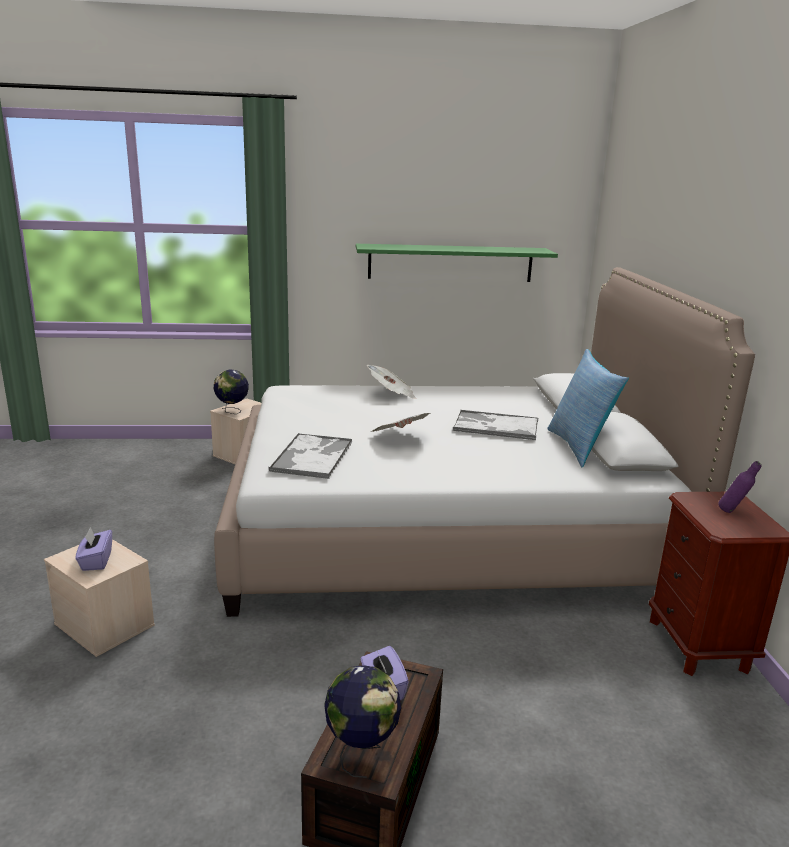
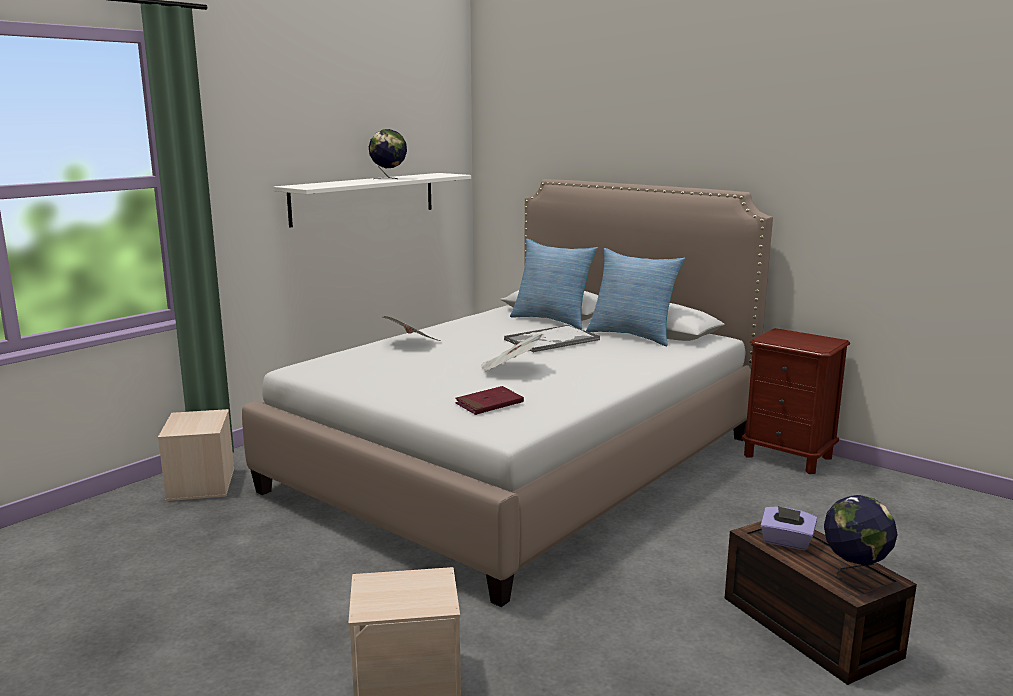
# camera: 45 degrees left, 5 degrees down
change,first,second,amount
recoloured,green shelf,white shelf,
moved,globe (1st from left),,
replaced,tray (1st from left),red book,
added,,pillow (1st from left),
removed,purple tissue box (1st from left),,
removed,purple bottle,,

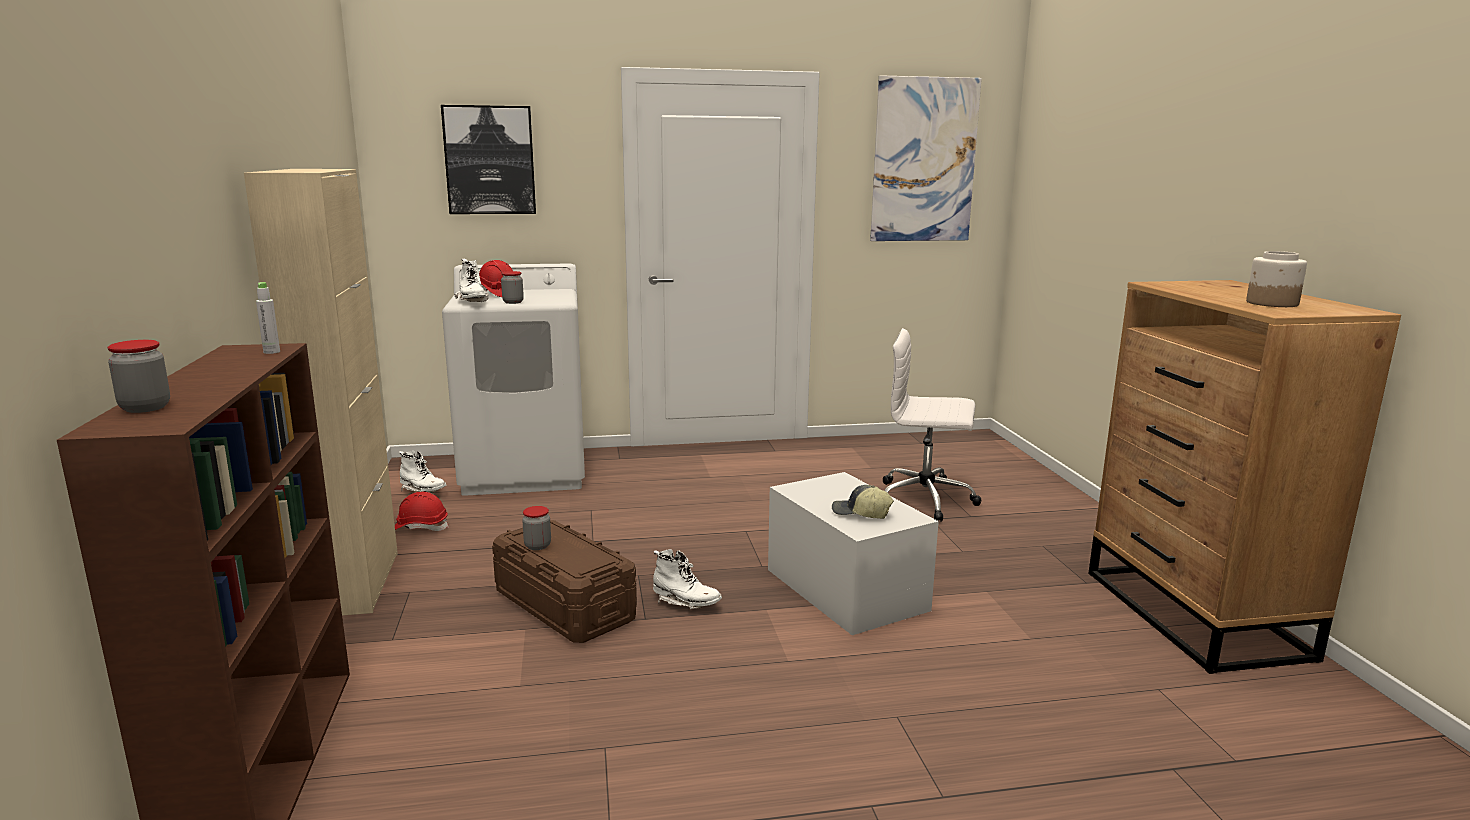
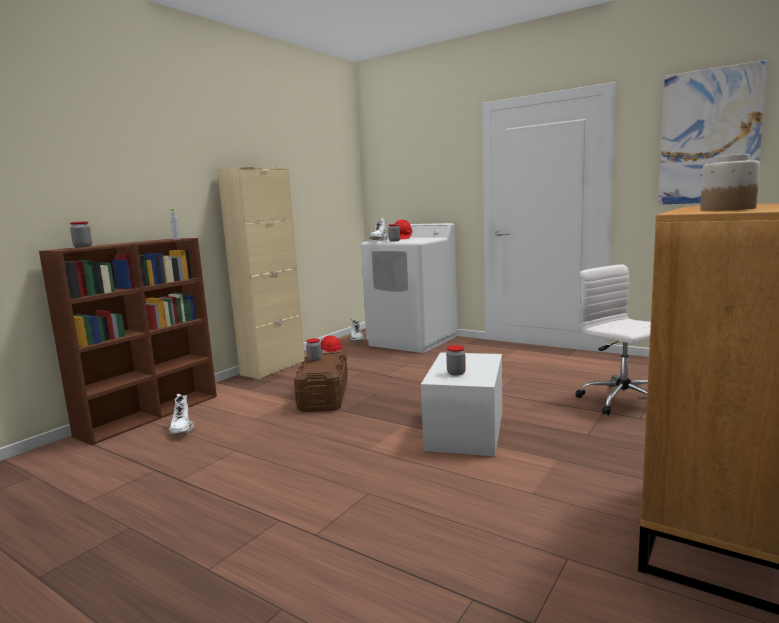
# camera: 45 degrees right, 5 degrees down
change,first,second,amount
moved,white boot (3rd from left in the first image),white boot (1st from left),
replaced,cap,jar (4th from left),
removed,picture (1st from left),,

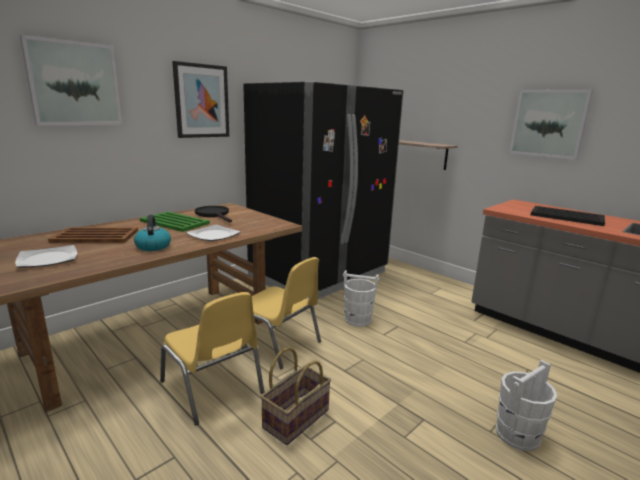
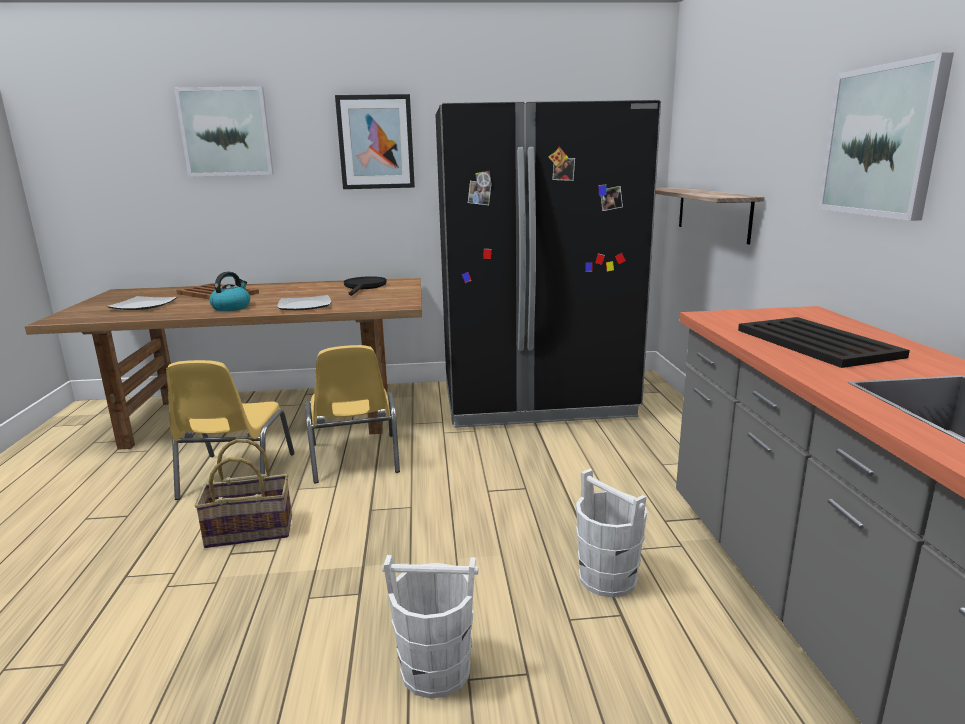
# camera: 40 degrees right, 0 degrees up
change,first,second,amount
moved,white bucket (1st from left in the first image),white bucket (2nd from left),
removed,green tray,,

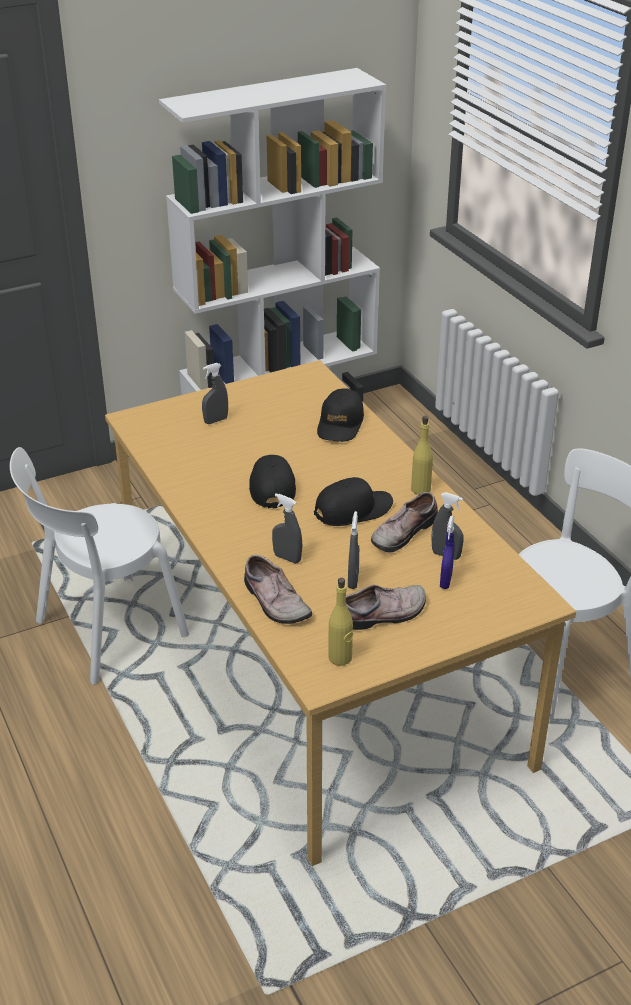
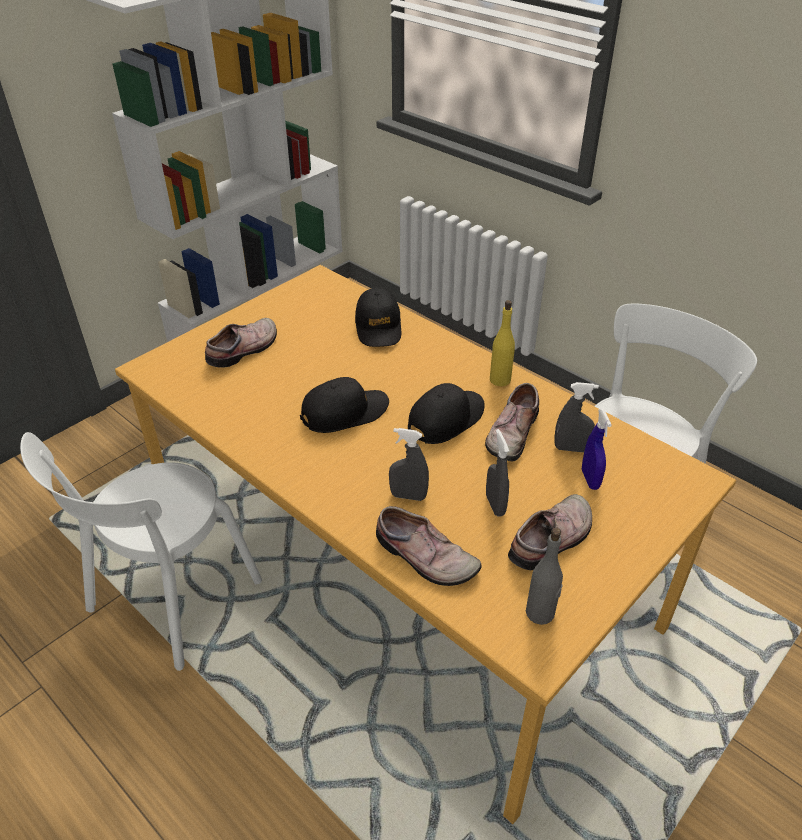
# camera: 20 degrees left, 5 degrees up
change,first,second,amount
replaced,grey spray bottle (1st from left),shoe (1st from left),
turned,black cap (1st from left),,90 degrees clockwise
recoloured,yellow bottle (1st from left),grey bottle,

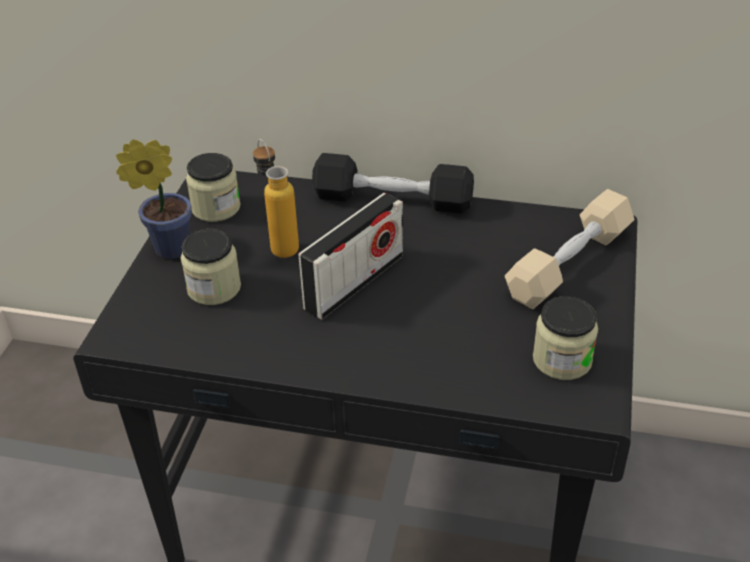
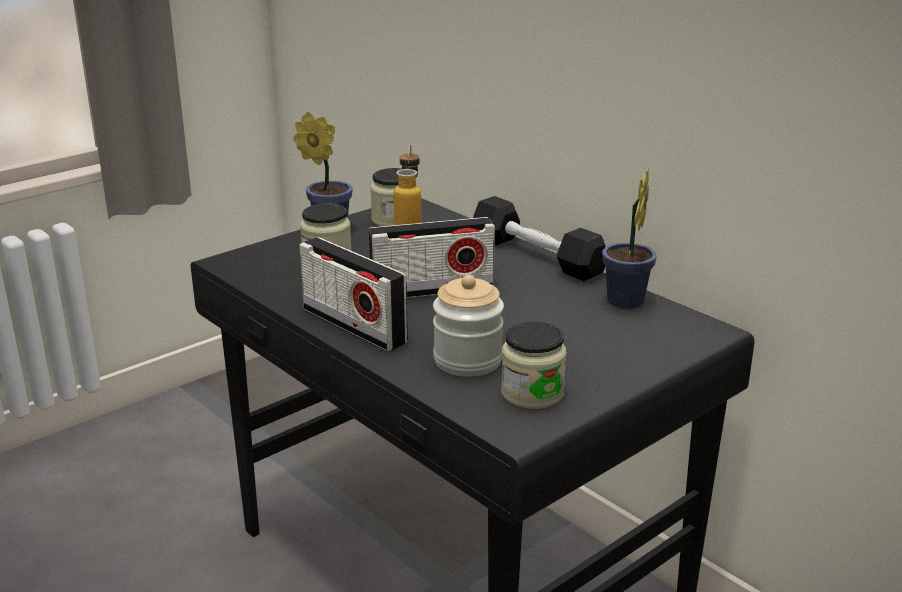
# camera: 35 degrees right, 15 degrees down
change,first,second,amount
added,,radio (1st from left),
added,,jar (3rd from left),
added,,potted plant (2nd from left),
removed,beige dumbbell,,

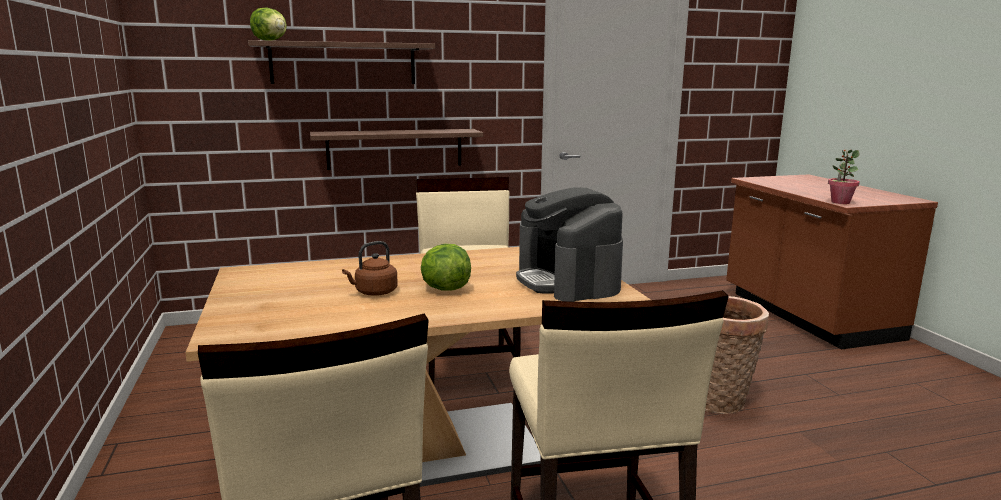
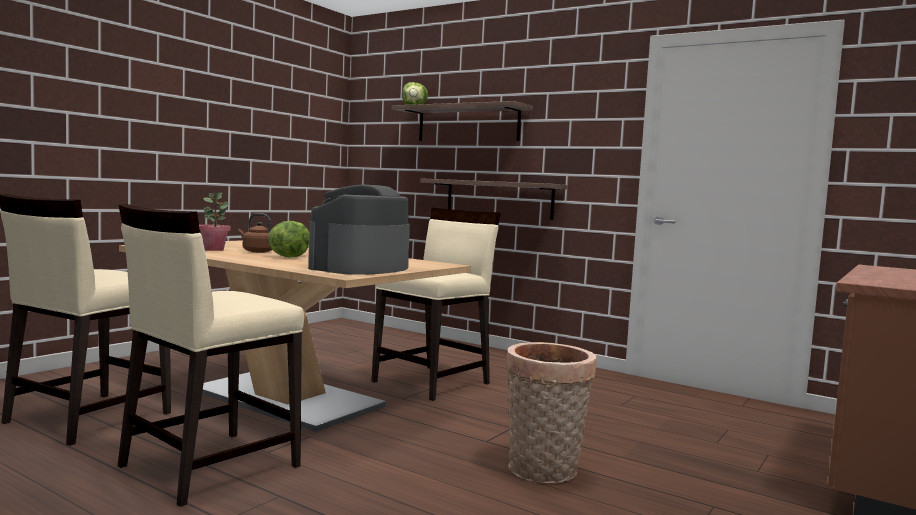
# camera: 50 degrees right, 10 degrees down
change,first,second,amount
moved,potted plant,,

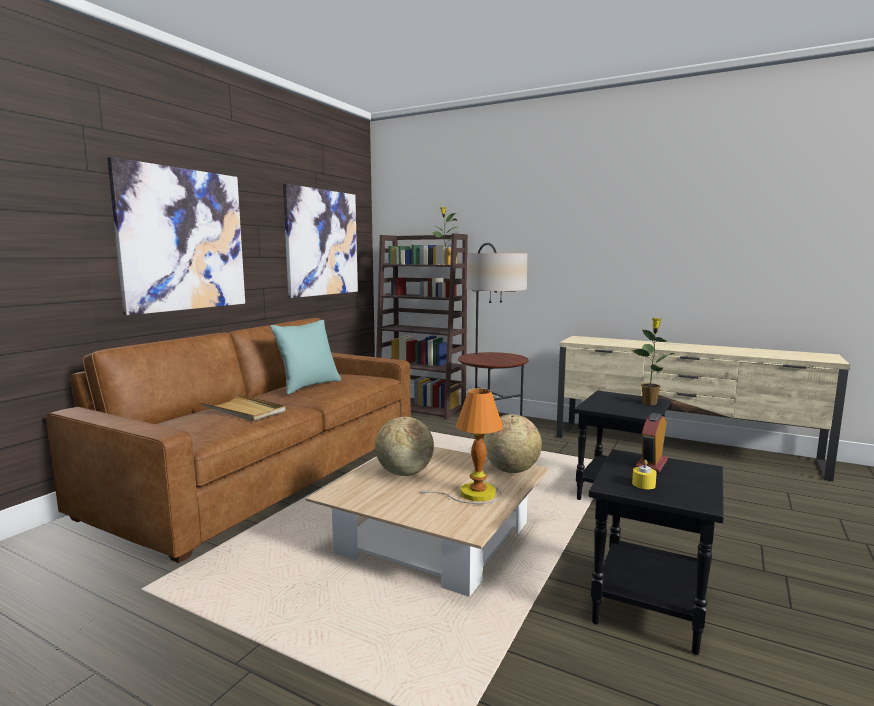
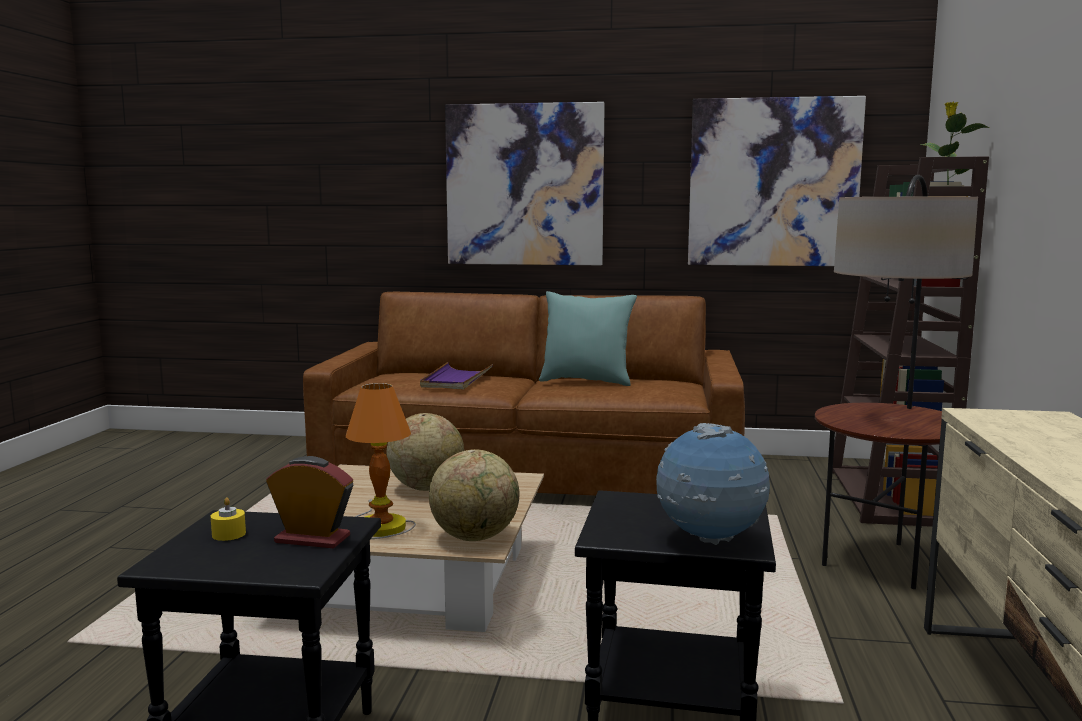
# camera: 70 degrees right, 0 degrees up
change,first,second,amount
recoloured,beige tray,purple tray,
replaced,potted plant (2nd from left),globe (3rd from left),

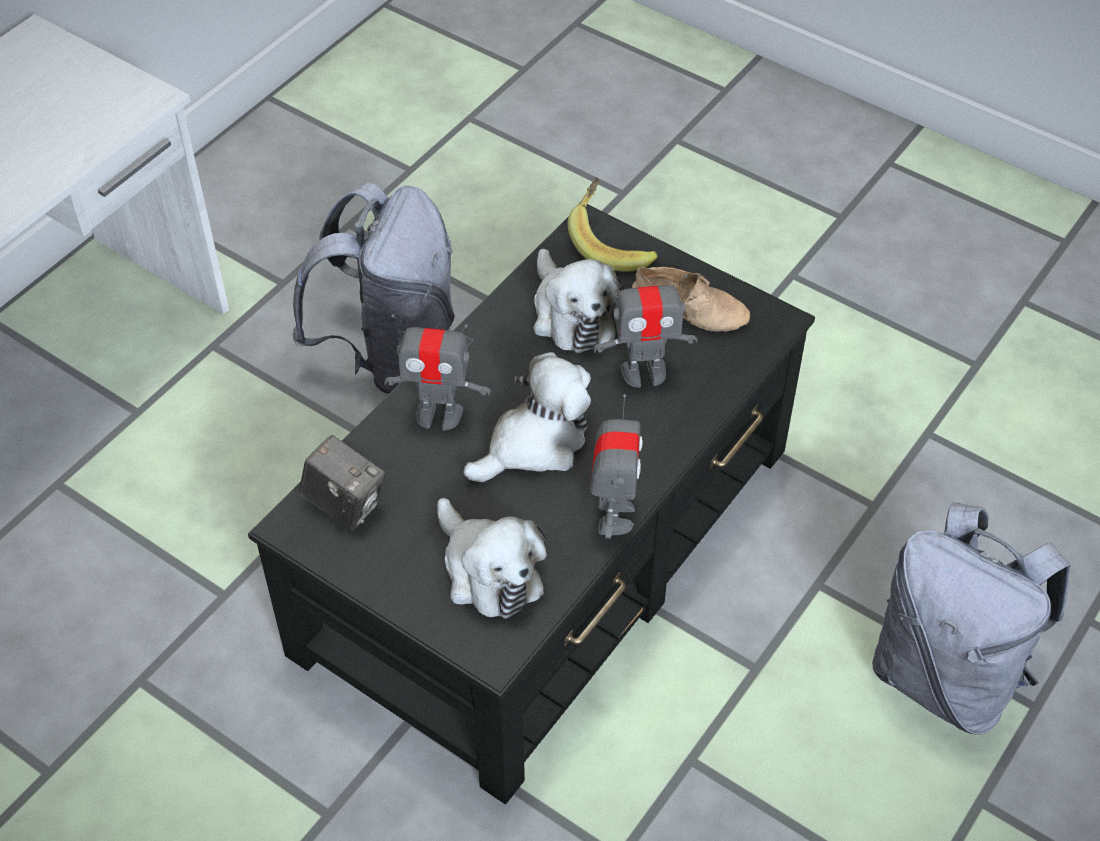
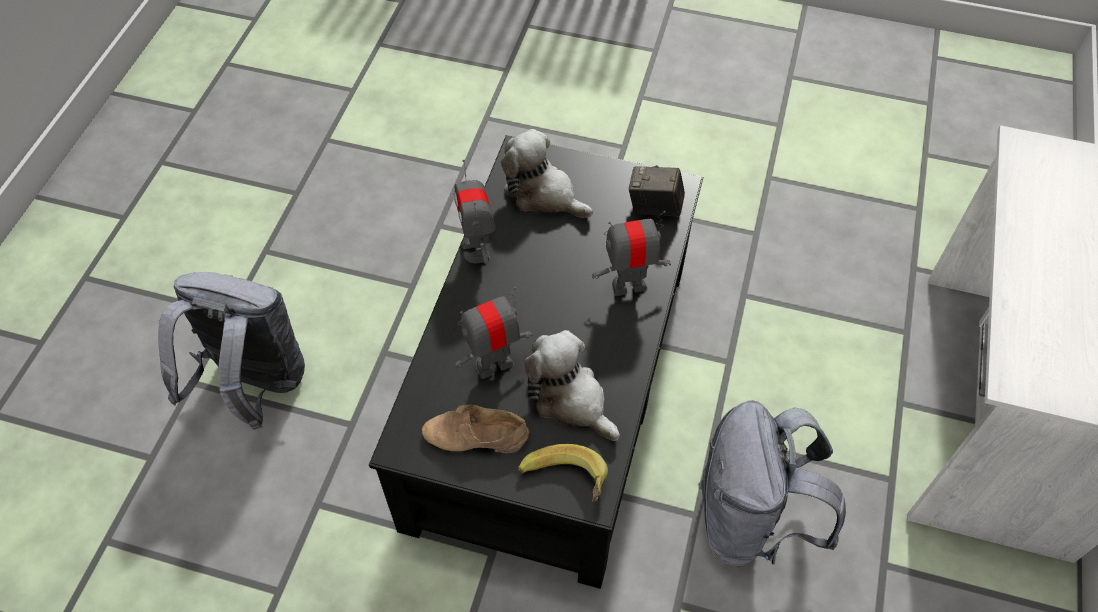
# camera: 160 degrees right, 5 degrees up
change,first,second,amount
removed,plush toy (2nd from left),,

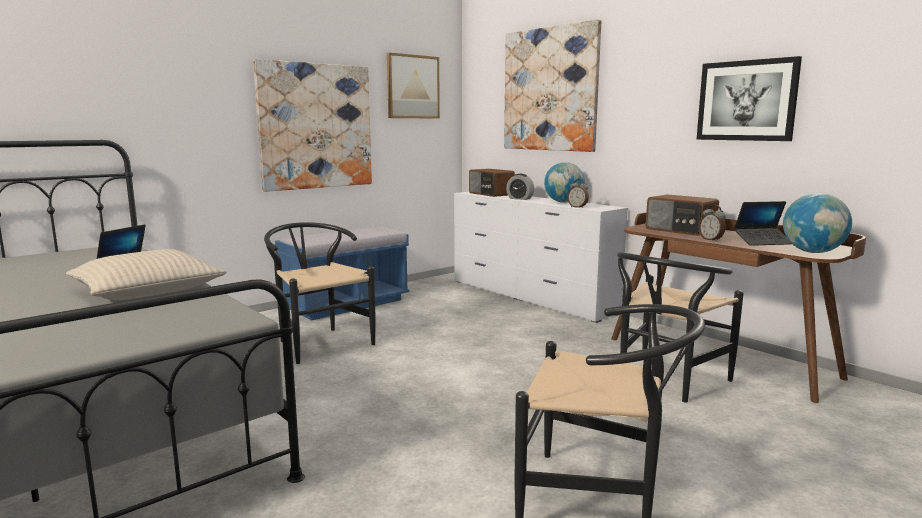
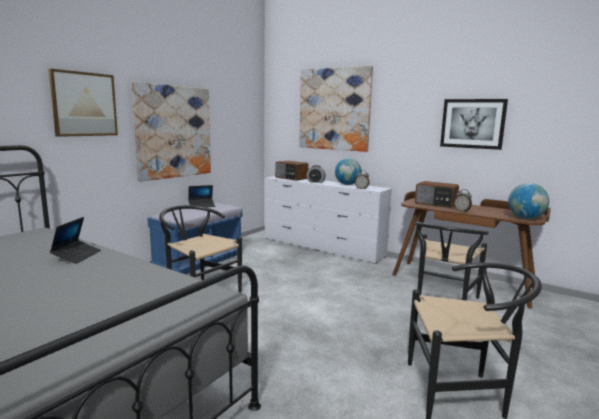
# camera: 15 degrees left, 0 degrees up
change,first,second,amount
moved,picture (2nd from left in the first image),picture (1st from left),
moved,laptop (2nd from left),,
removed,beige pillow,,

